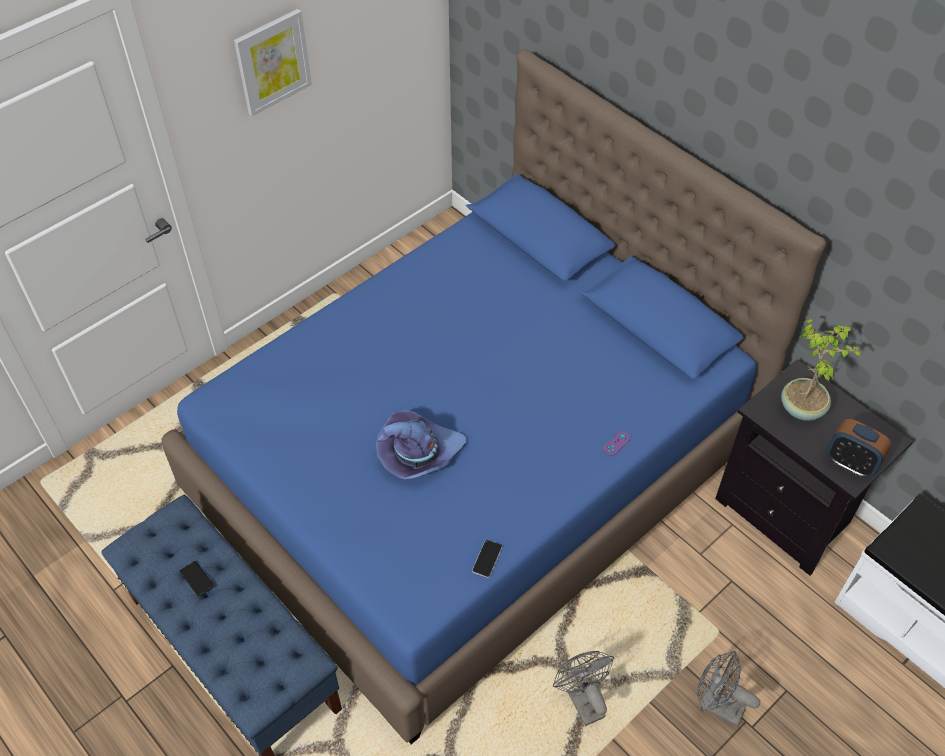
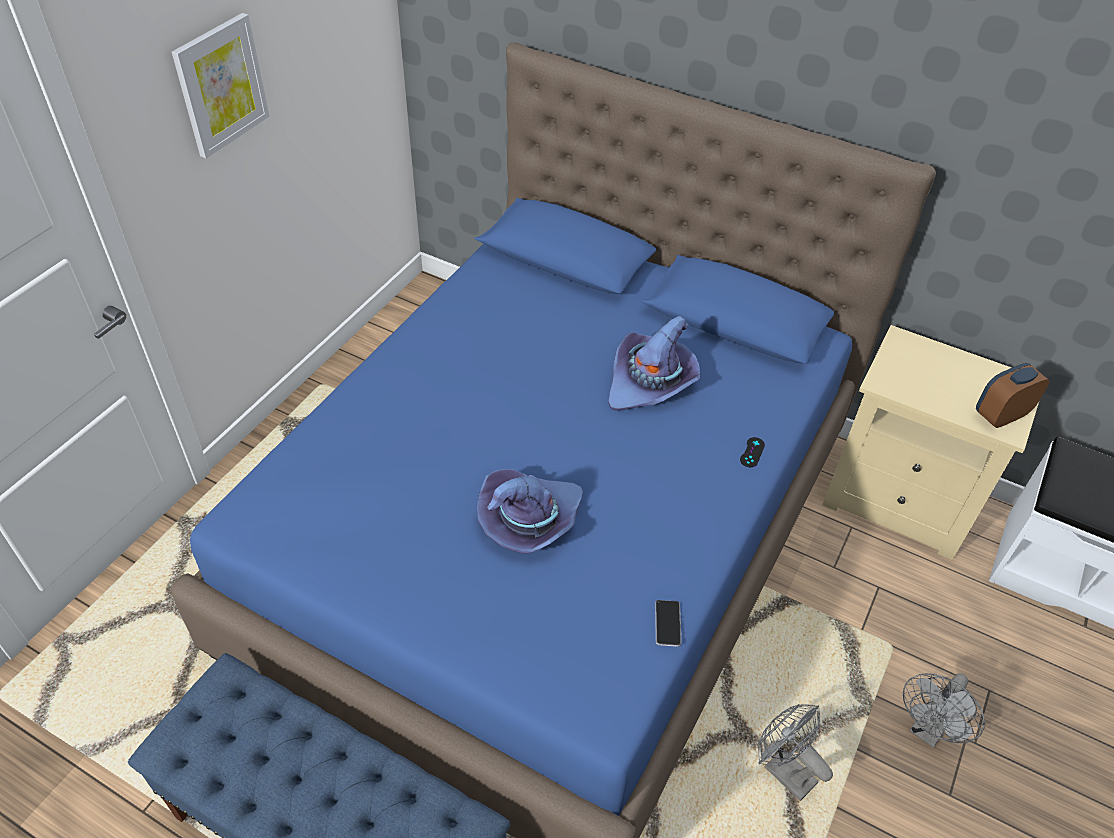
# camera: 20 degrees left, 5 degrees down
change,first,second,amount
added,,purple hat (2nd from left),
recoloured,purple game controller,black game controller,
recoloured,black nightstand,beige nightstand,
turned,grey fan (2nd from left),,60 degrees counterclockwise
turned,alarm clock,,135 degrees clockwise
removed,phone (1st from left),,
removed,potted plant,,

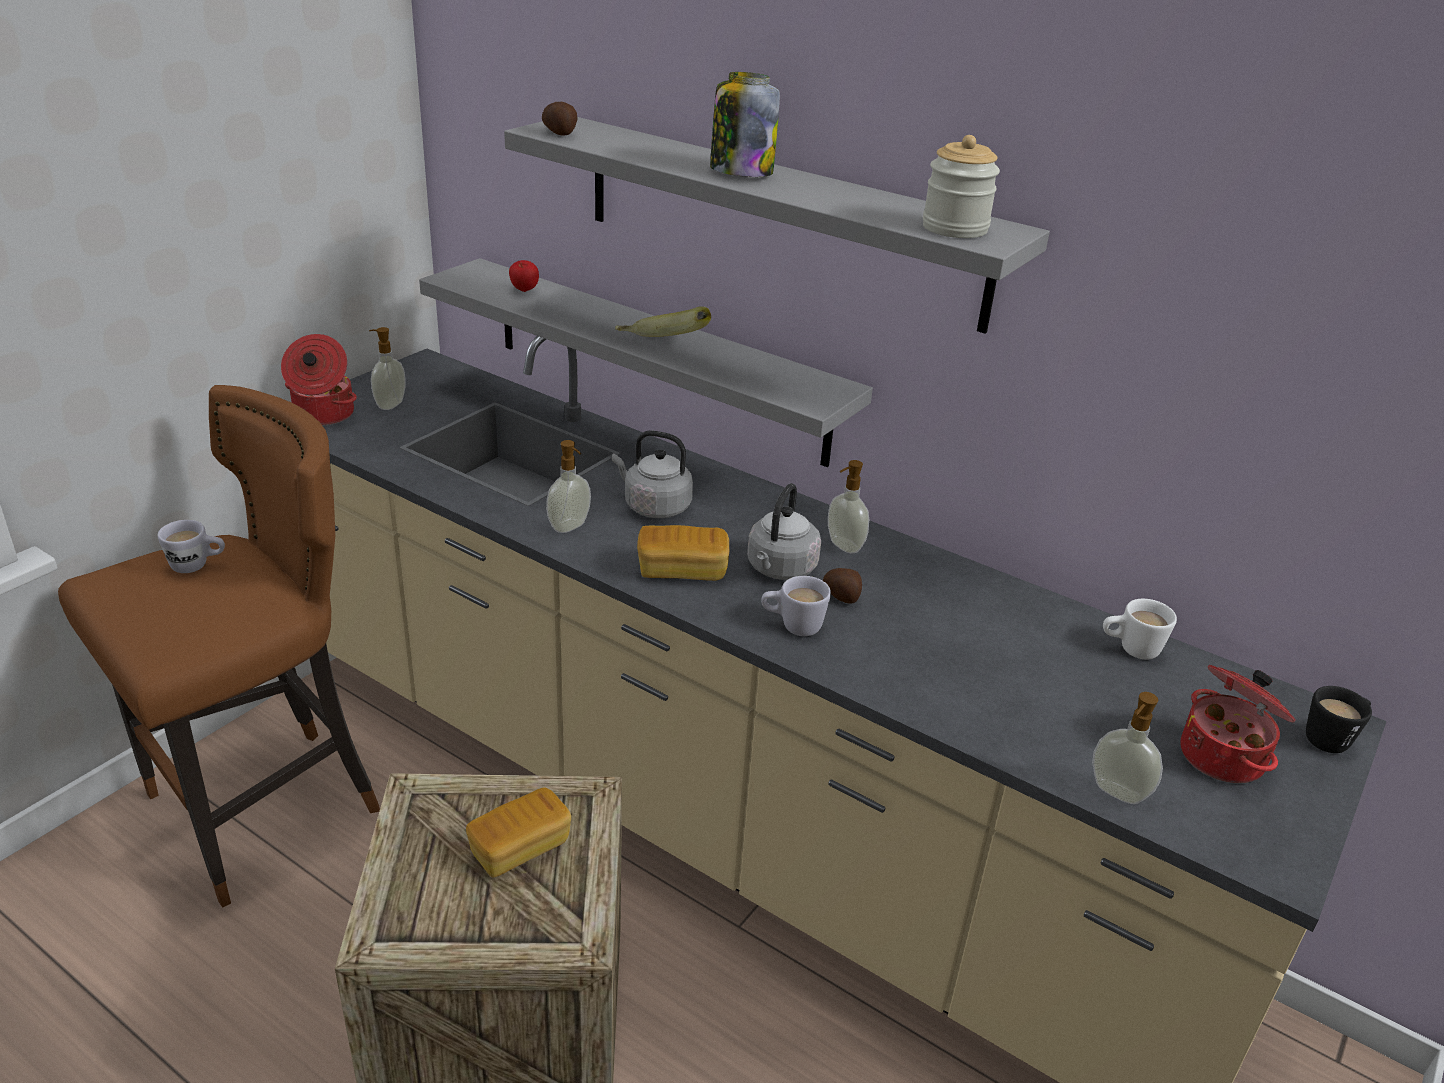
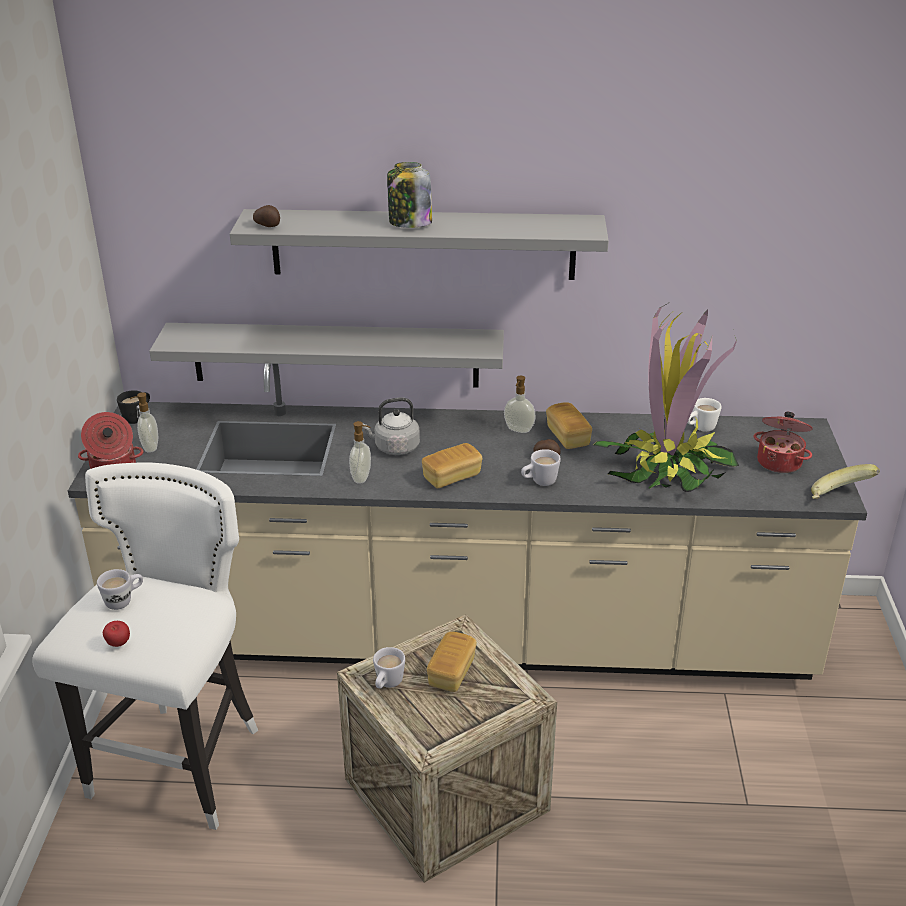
# camera: 30 degrees left, 0 degrees up
change,first,second,amount
recoloured,brown stool,white stool,
moved,apple,,
moved,black mug,,
added,,white mug (2nd from left),
added,,bread (3rd from left),
added,,potted plant,
moved,banana,,
removed,grey kettle (2nd from left),,
removed,jar (2nd from left),,
removed,soap dispenser (4th from left),,

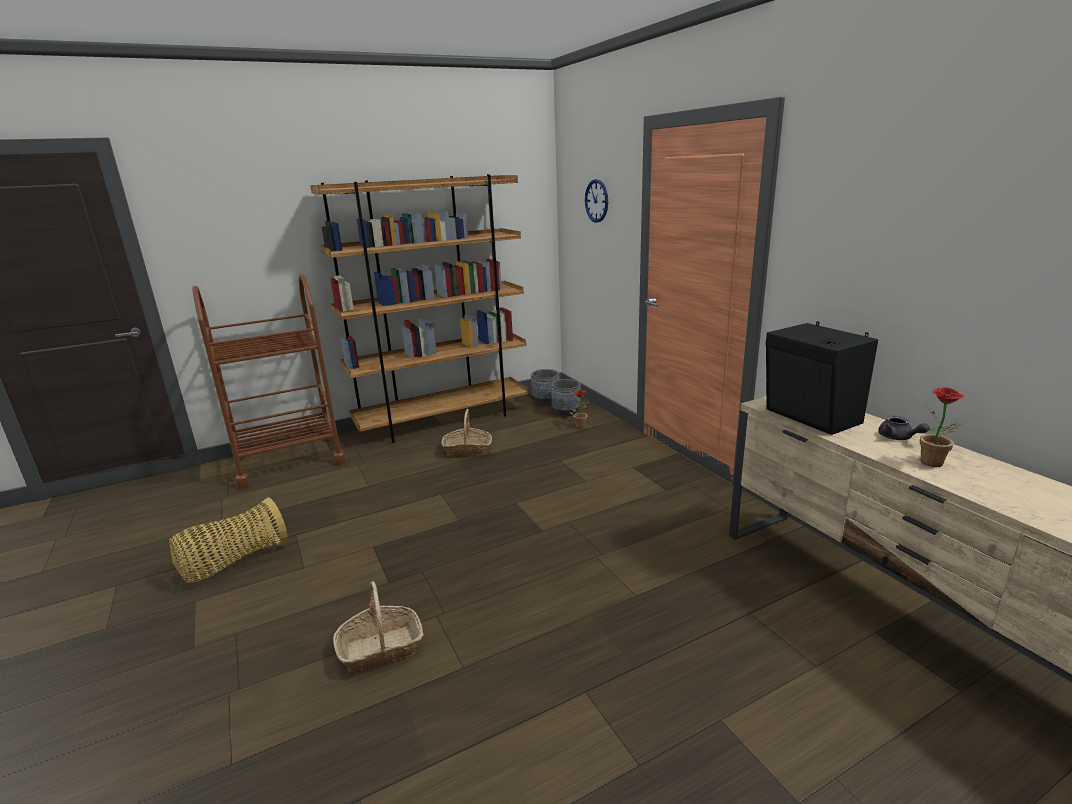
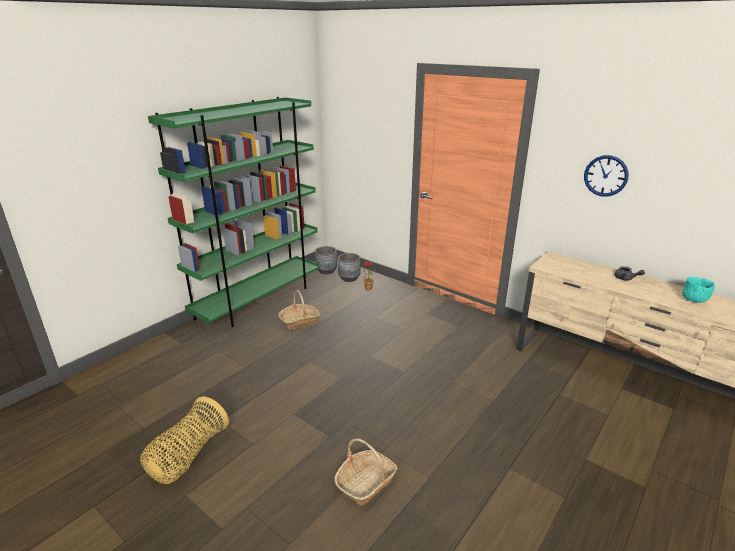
# camera: 25 degrees left, 5 degrees up
change,first,second,amount
recoloured,brown bookcase,green bookcase,
moved,wall clock,,
added,,turquoise bowl,
removed,brown cart,,
removed,black speaker,,
removed,potted plant (2nd from left),,

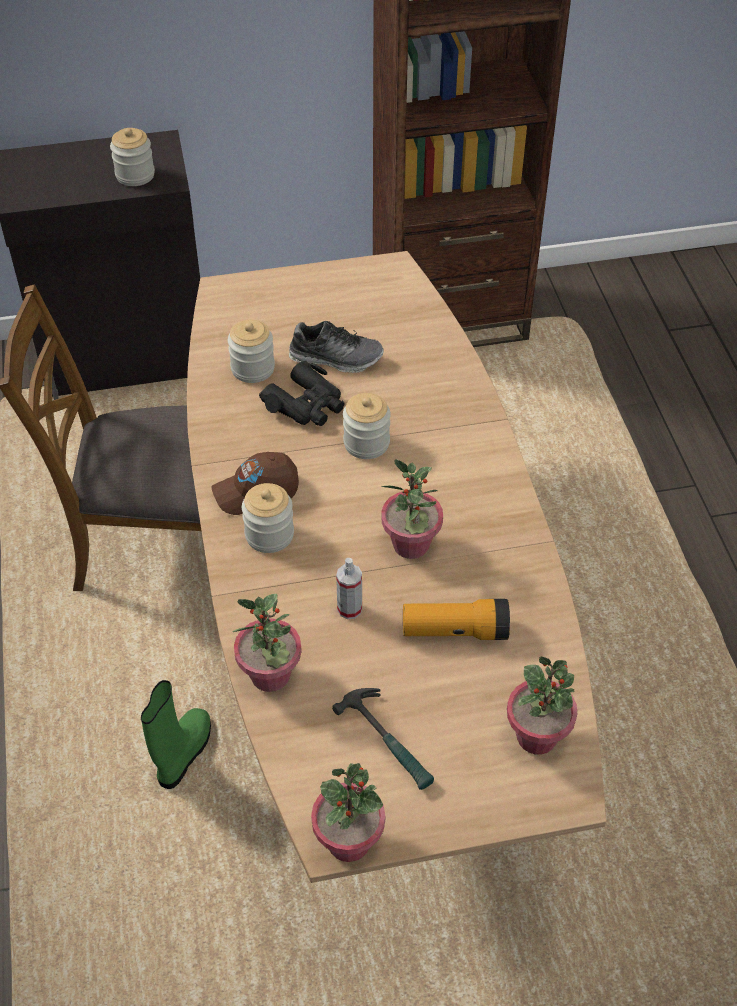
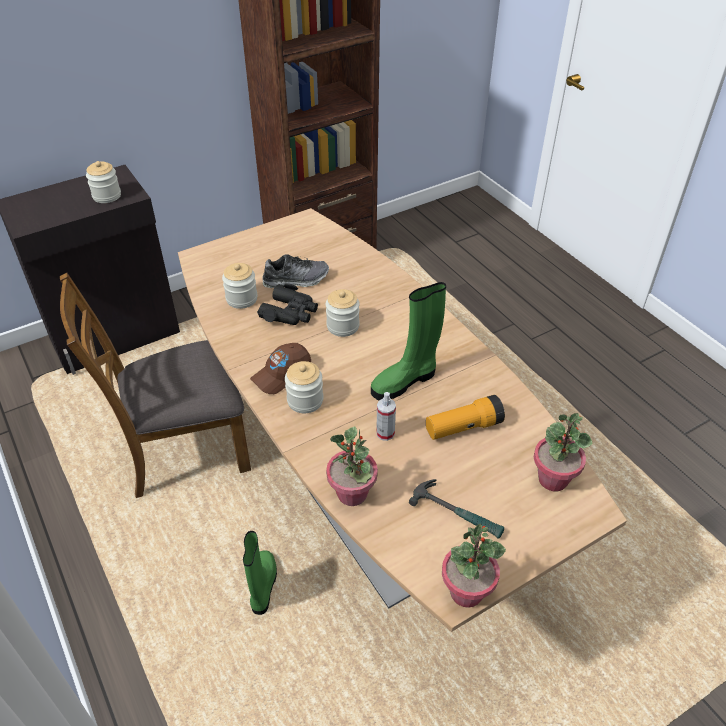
# camera: 20 degrees left, 5 degrees down
change,first,second,amount
replaced,potted plant (3rd from left),green boot (2nd from left),

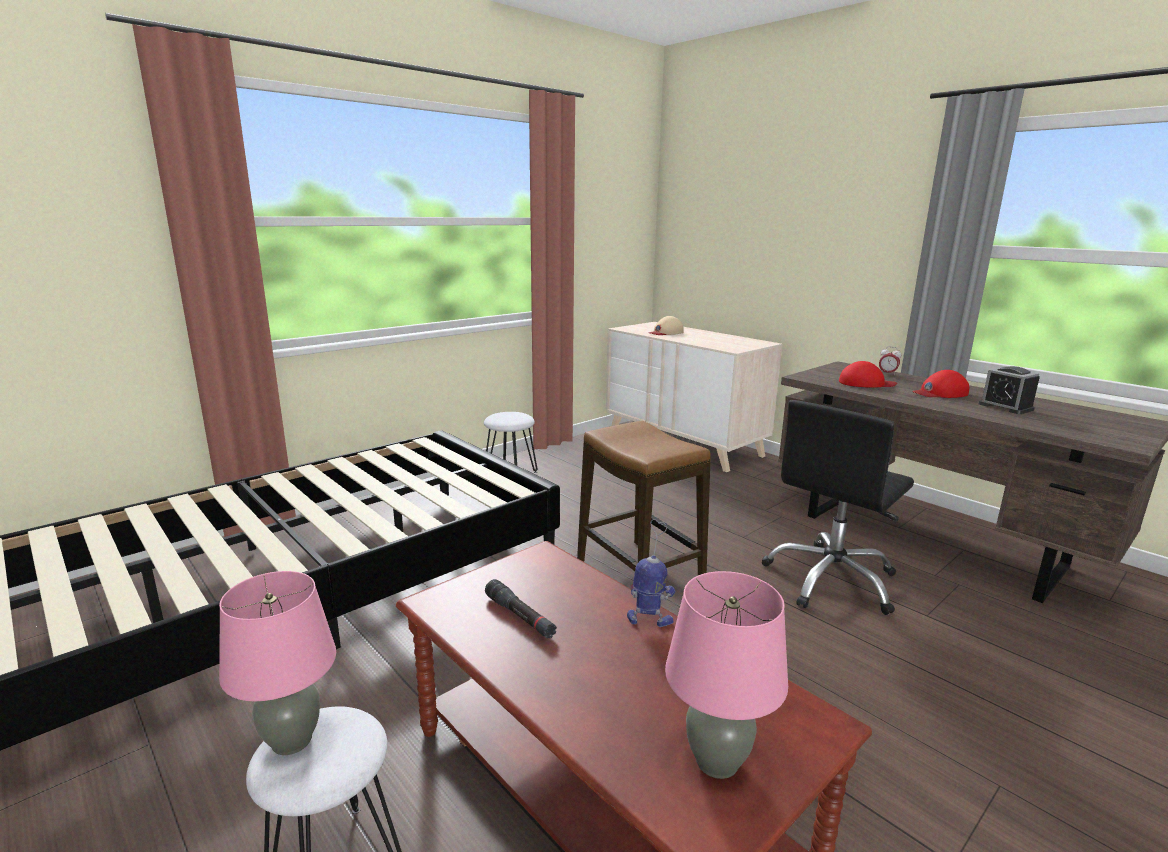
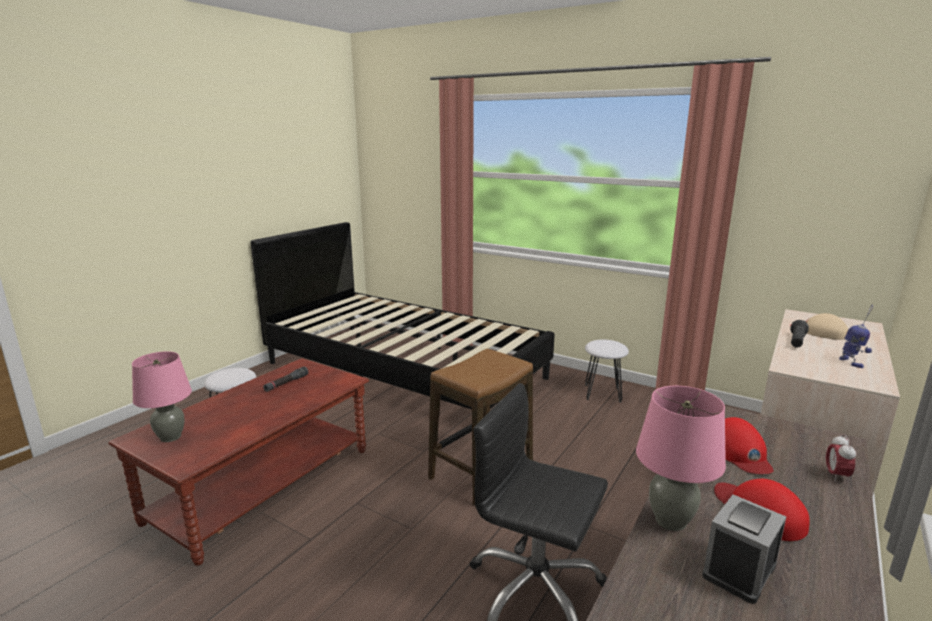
# camera: 75 degrees right, 0 degrees up
change,first,second,amount
moved,pink table lamp (1st from left in the first image),pink table lamp (2nd from left),
added,,black flashlight (2nd from left),
moved,toy robot,,

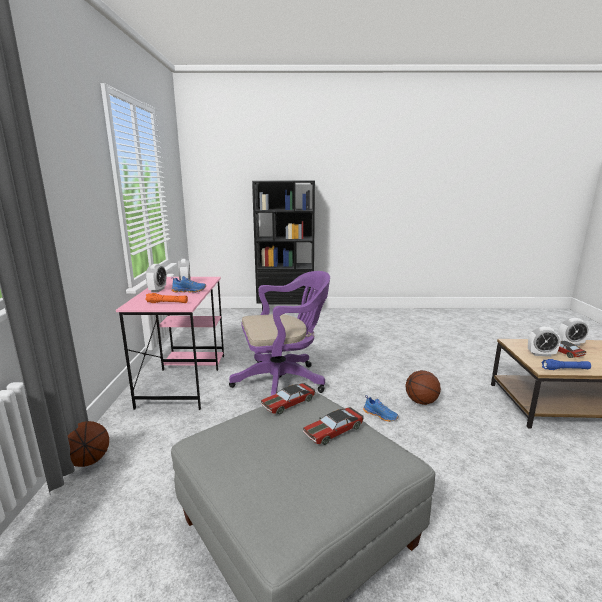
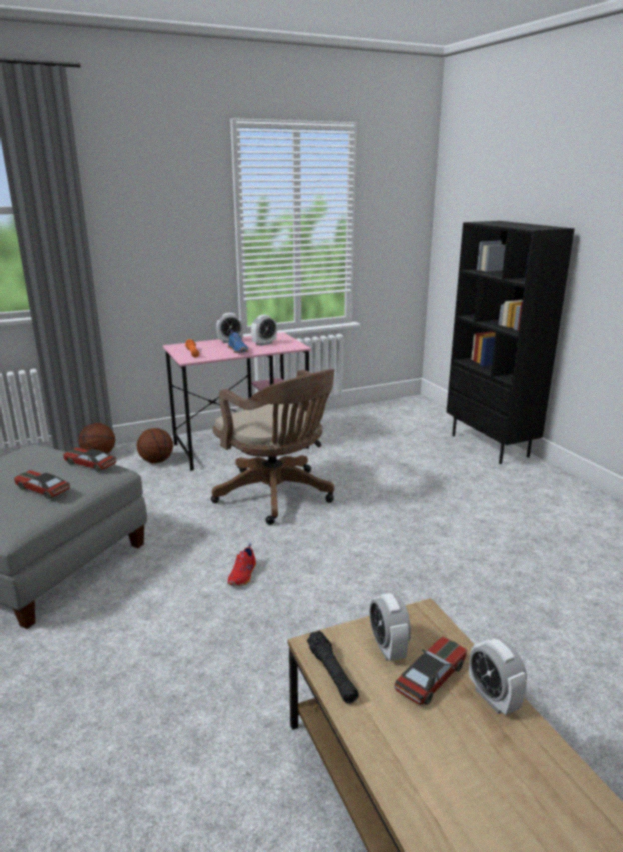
# camera: 65 degrees right, 5 degrees up
change,first,second,amount
moved,basketball (2nd from left),,
recoloured,purple office chair,brown office chair,
recoloured,blue shoe (2nd from left),red shoe,
recoloured,blue flashlight,black flashlight,

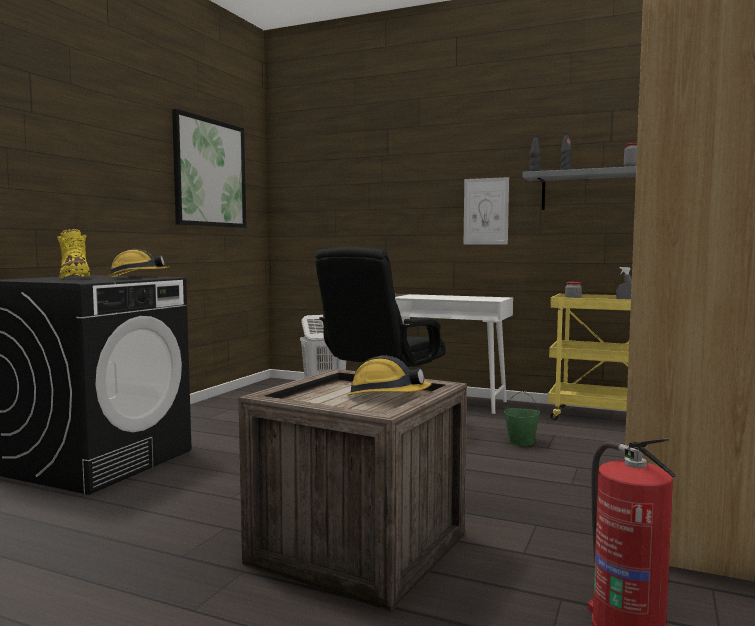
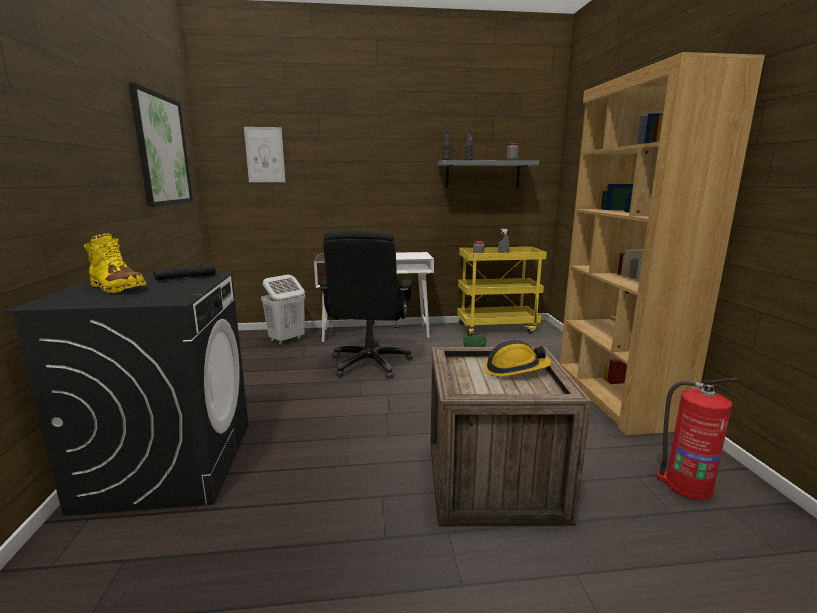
# camera: 30 degrees left, 10 degrees up
change,first,second,amount
replaced,hard hat (1st from left),black flashlight,
moved,picture (2nd from left),,

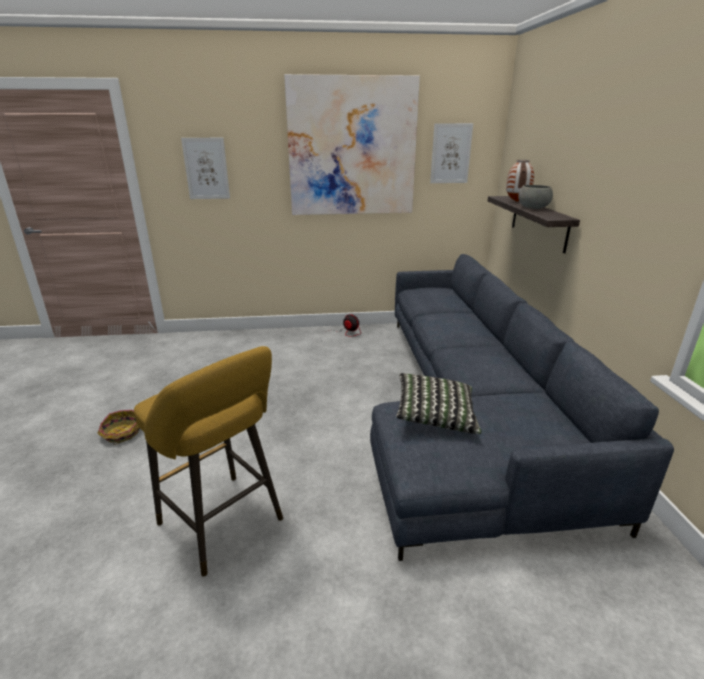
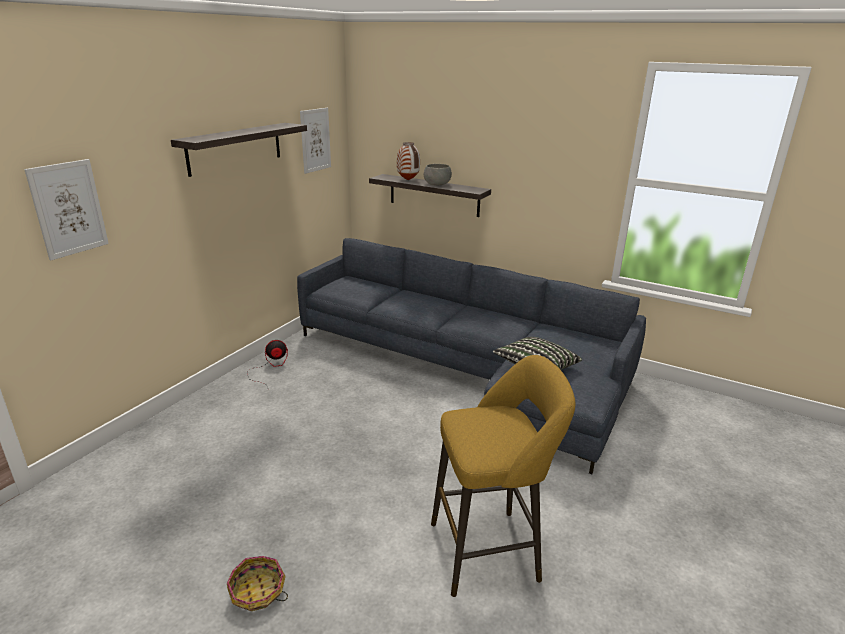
# camera: 55 degrees left, 0 degrees up
change,first,second,amount
replaced,picture (2nd from left),shelf (1st from left),

